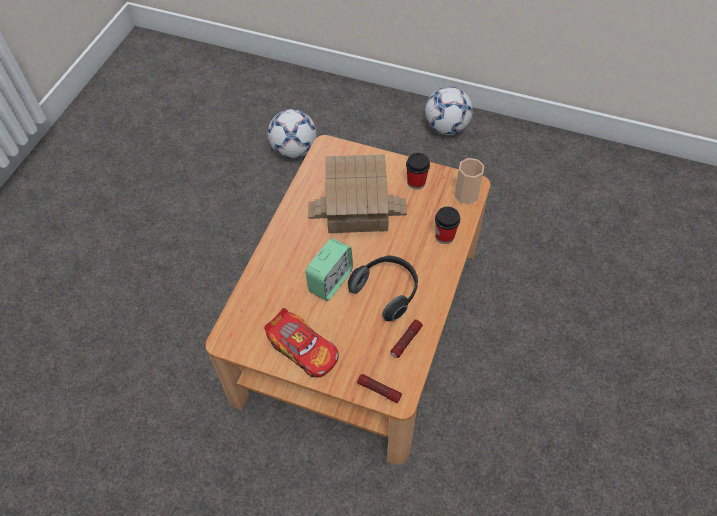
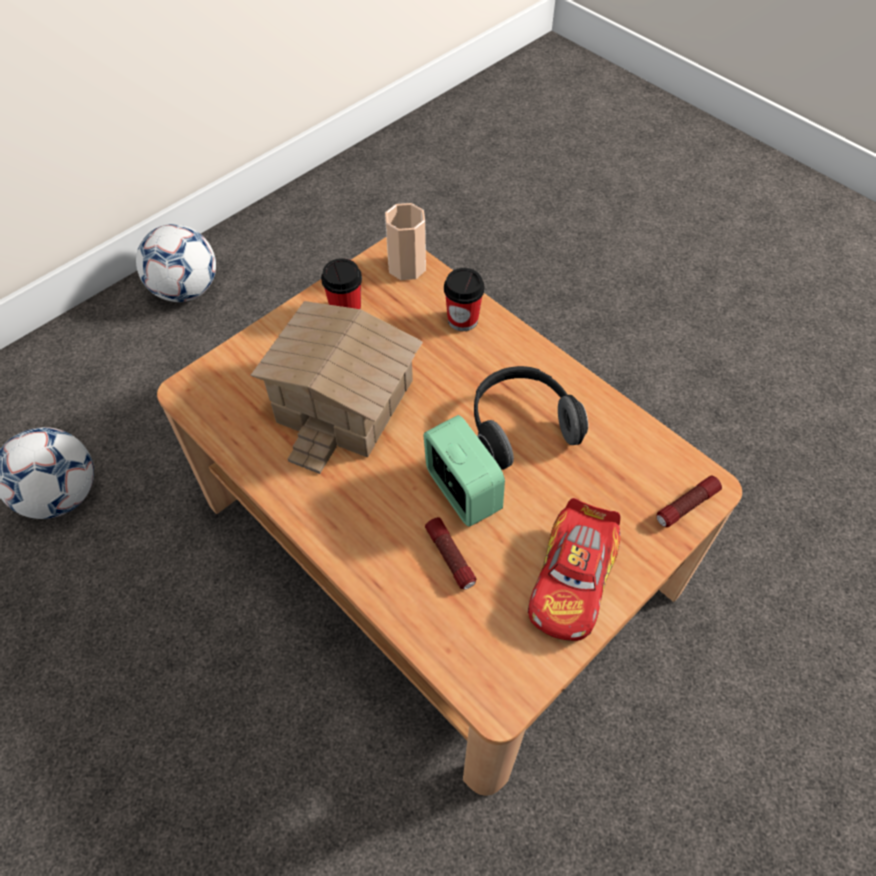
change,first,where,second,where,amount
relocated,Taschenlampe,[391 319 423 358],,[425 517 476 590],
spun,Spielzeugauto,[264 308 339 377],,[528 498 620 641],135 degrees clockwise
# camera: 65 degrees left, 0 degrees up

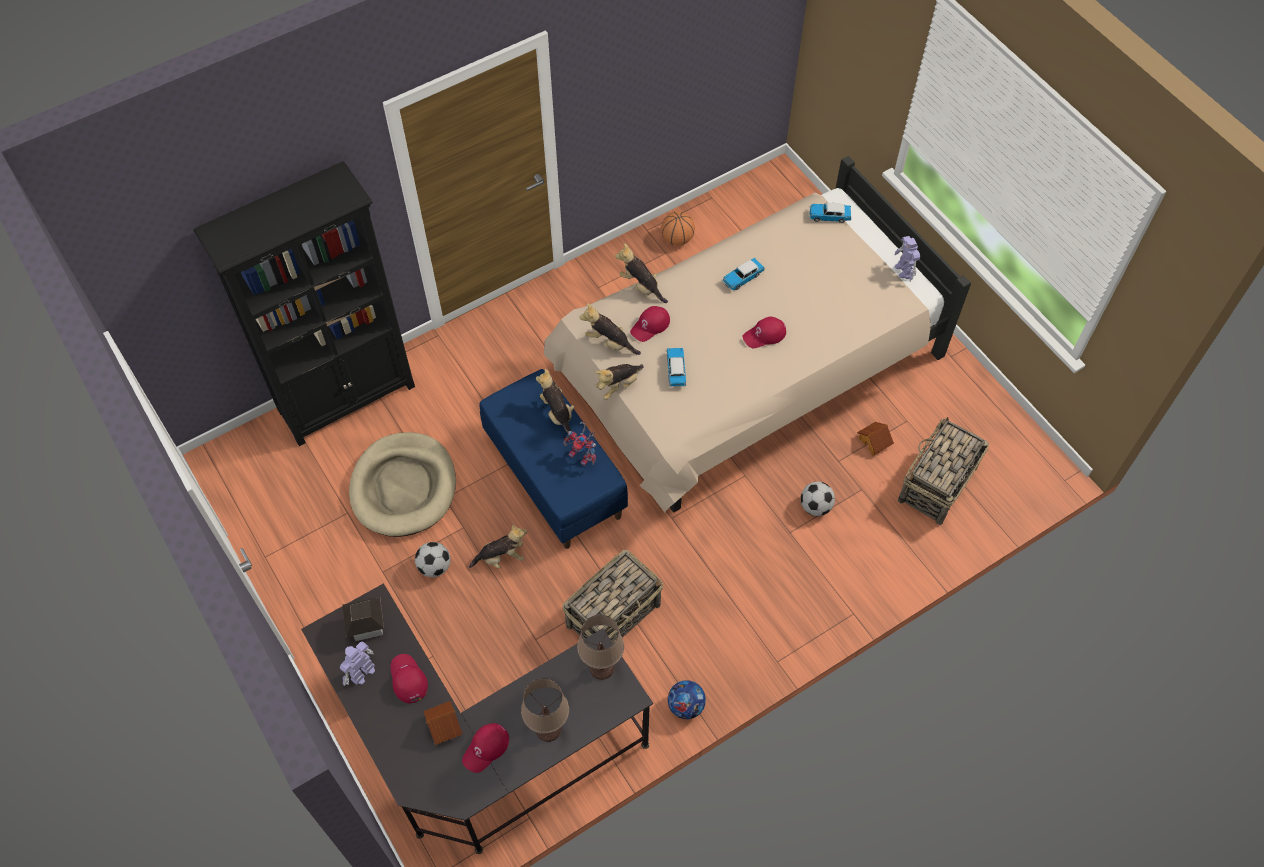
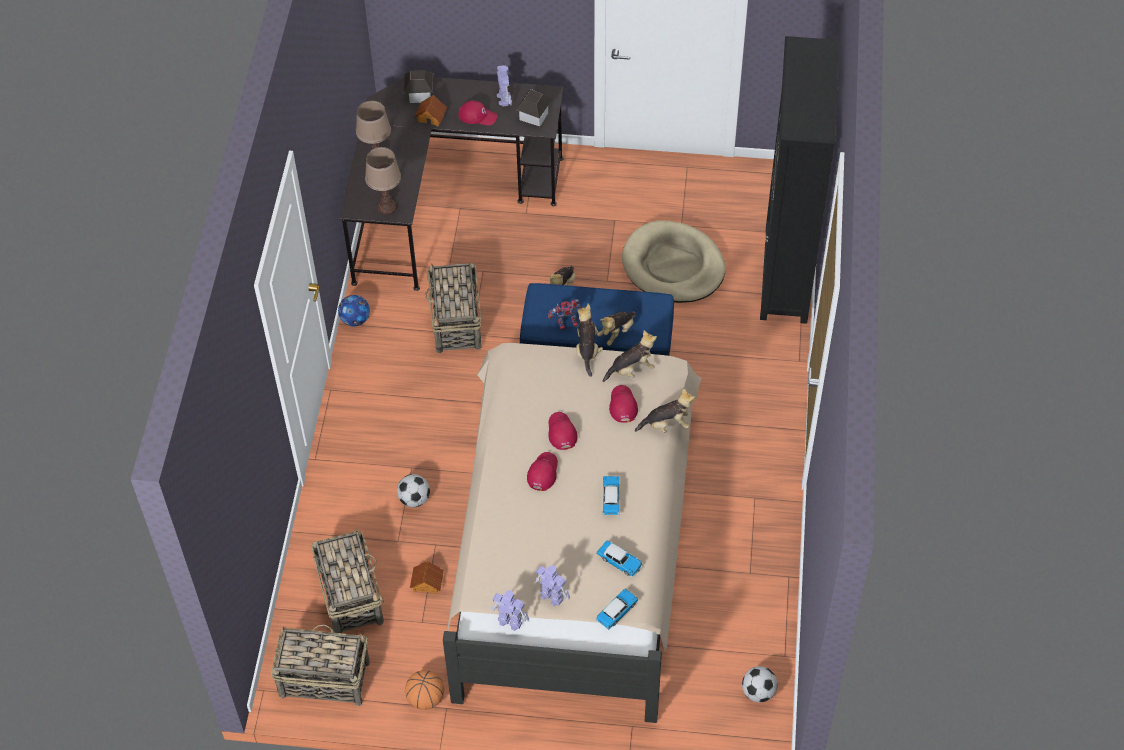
change,first,where,second,where,amount
appeared,,,Korb,[271 625 370 706],
appeared,,,Spielzeughaus,[404 70 433 103],
appeared,,,Spielzeugroboter,[535 565 570 606],
relocated,Fußball,[415 542 450 577],,[742 666 778 702],
relocated,Kappe/rot,[462 723 509 773],,[548 412 578 450],
relocated,Basketball,[661 211 695 246],,[405 670 444 710],
relocated,Spielzeugauto,[666 348 686 387],,[596 540 643 577],
spun,Plüschtier,[536 368 574 433],,[597 311 636 346],120 degrees clockwise
# camera: 130 degrees right, 5 degrees down

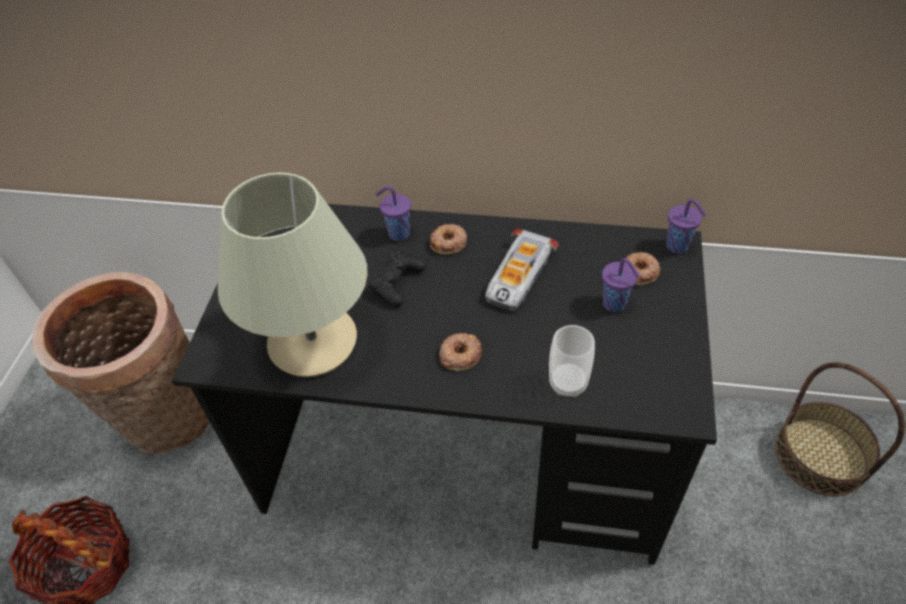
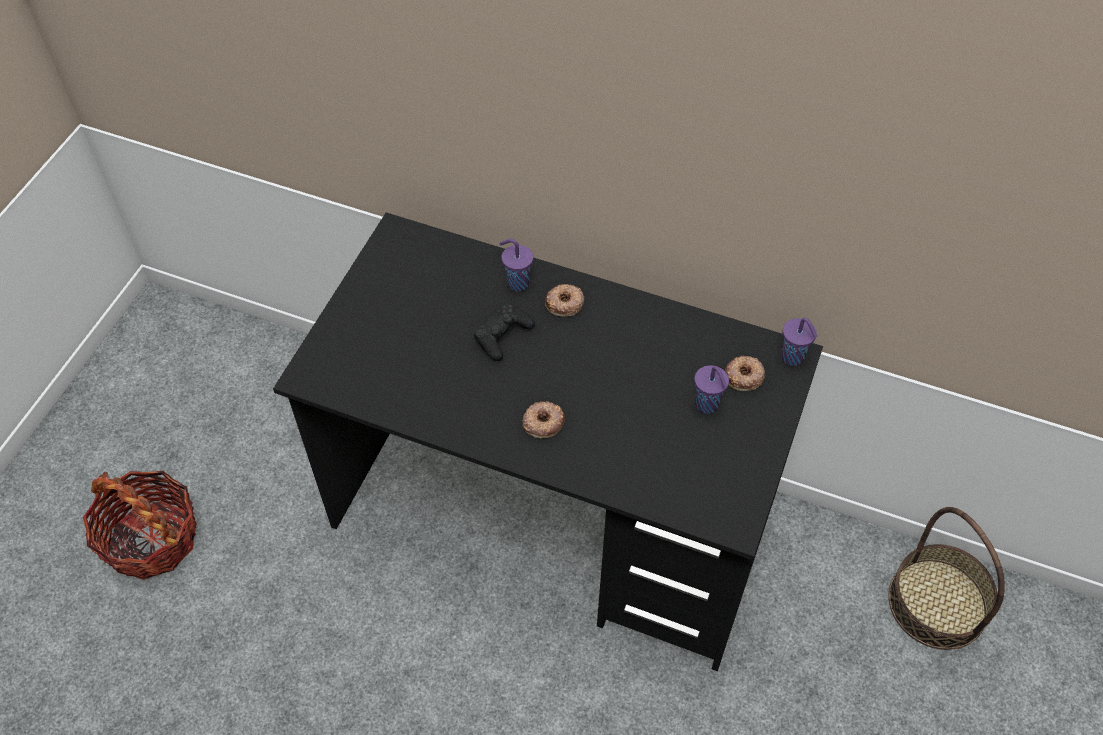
change,first,where,second,where,amount
missing,Korb,[32 272 210 454],,,
missing,Tischlampe/beige,[218 173 367 377],,,
missing,Spielzeugauto,[485 229 559 311],,,
missing,Tasse,[549 325 595 397],,,
# camera: 10 degrees right, 5 degrees up

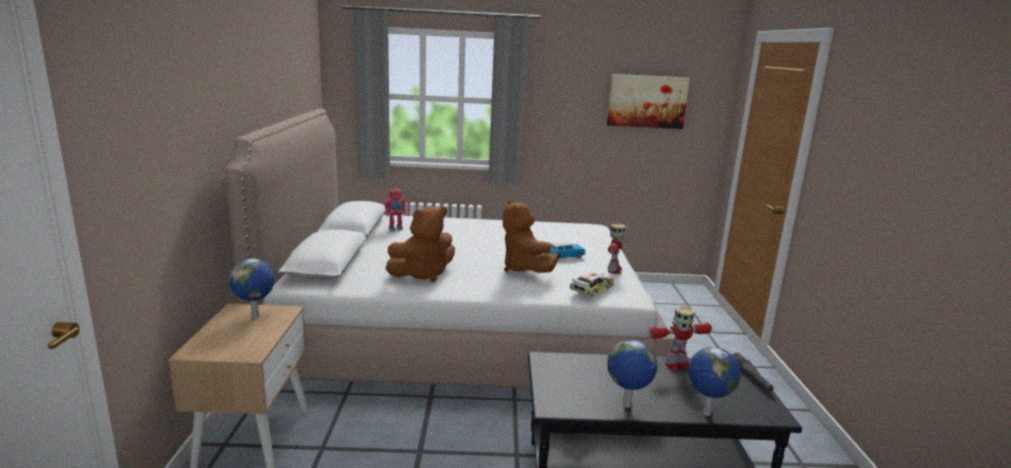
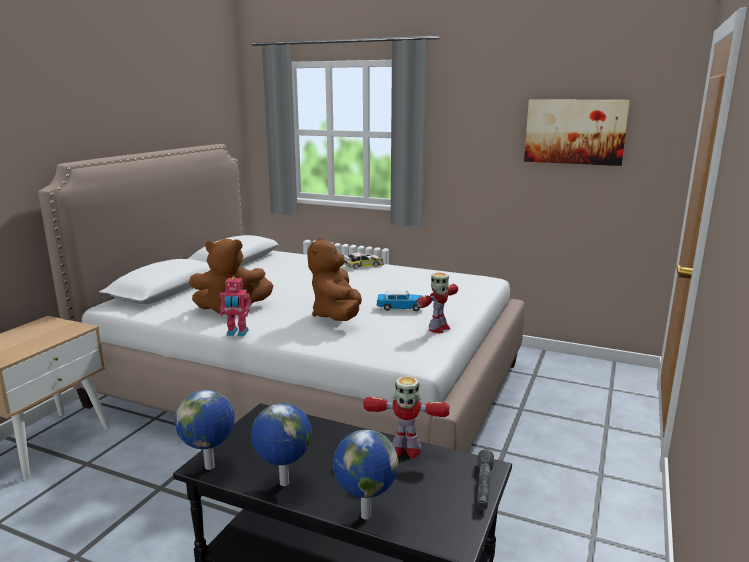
change,first,where,second,where,amount
relocated,Globus,[229 258 275 318],,[175 390 235 470],
relocated,Spielzeugroboter,[385 188 406 231],,[220 277 251 336],
relocated,Spielzeugauto,[570 273 614 296],,[344 253 384 269],
# camera: 25 degrees right, 0 degrees up

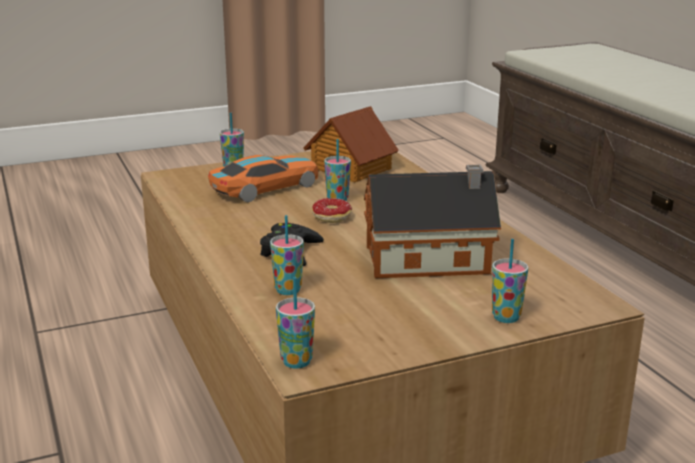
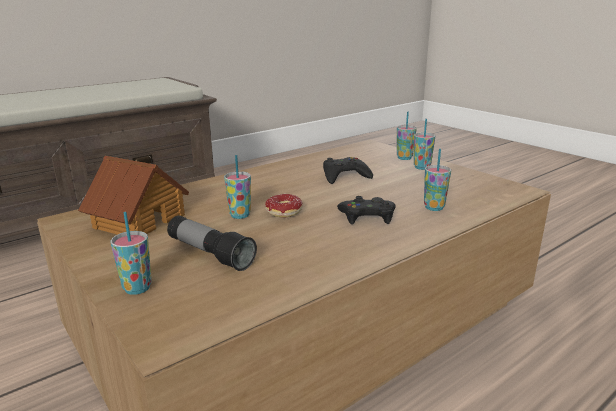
change,first,where,second,where,amount
relocated,Tasse,[276 277 315 369],,[414 119 435 170],
exchanged,Spielzeugauto,[208 155 319 202],Taschenlampe,[167 216 257 271],
exchanged,Spielzeughaus,[364 165 501 278],Gamepad/schwarz,[323 157 373 184],
# camera: 105 degrees left, 0 degrees up

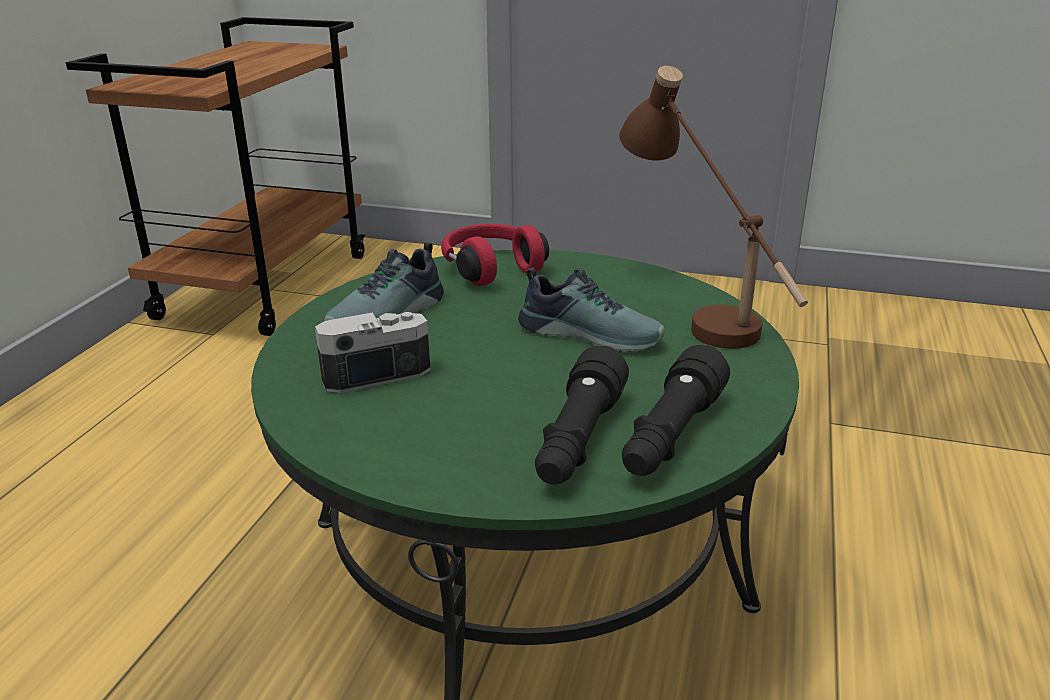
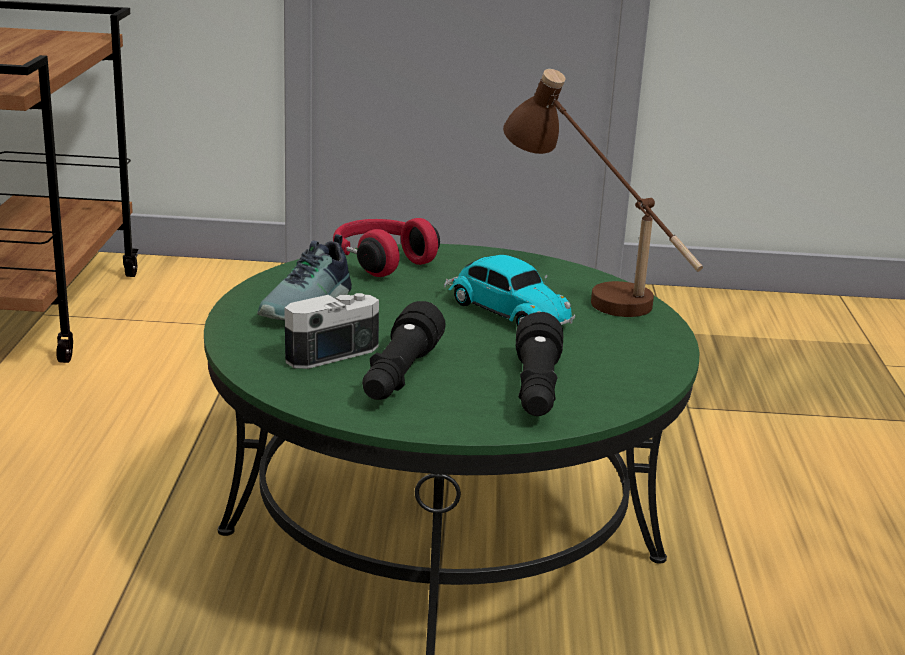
change,first,where,second,where,amount
relocated,Taschenlampe/schwarz,[622 345 730 476],,[362 301 446 400],
exchanged,Schuh,[518 267 665 352],Spielzeugauto,[444 255 575 326],
# camera: 15 degrees left, 5 degrees down

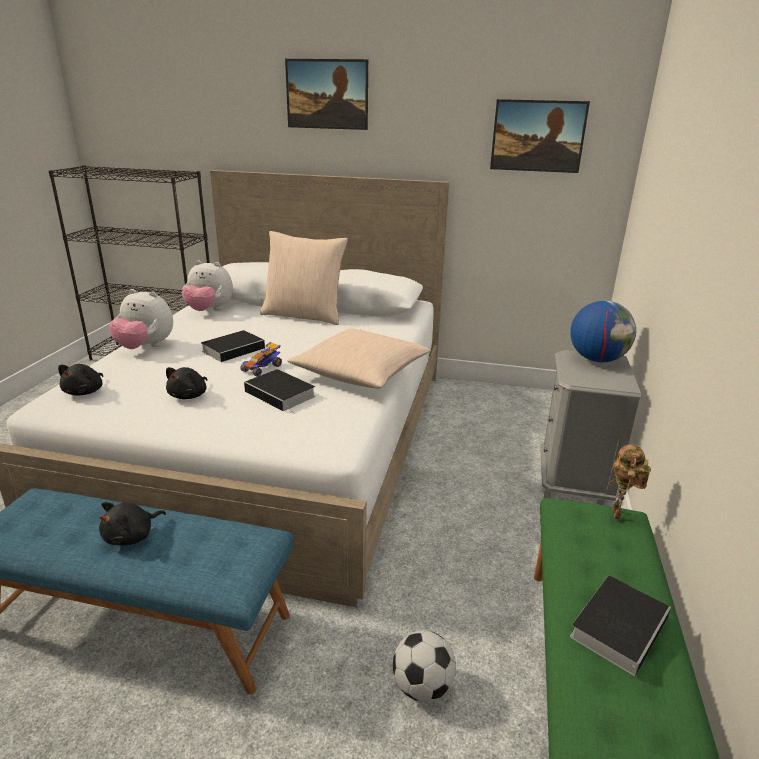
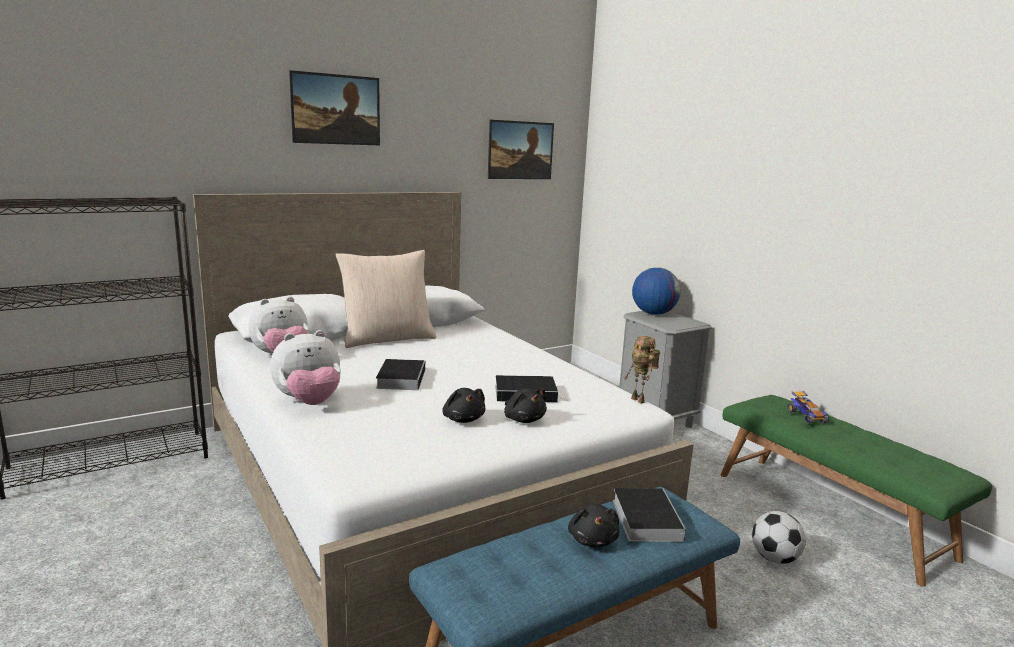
change,first,where,second,where,amount
missing,Kissen/beige,[288 329 431 389],,,
relocated,Plüschtier/schwarz,[58 364 103 396],,[504 388 547 423],
relocated,Spielzeugauto,[240 342 282 376],,[787 391 829 424],
relocated,Buch,[570 576 671 676],,[613 488 686 542],
relocated,Spielzeugroboter,[608 445 651 520],,[625 336 660 404],
# camera: 45 degrees left, 10 degrees down

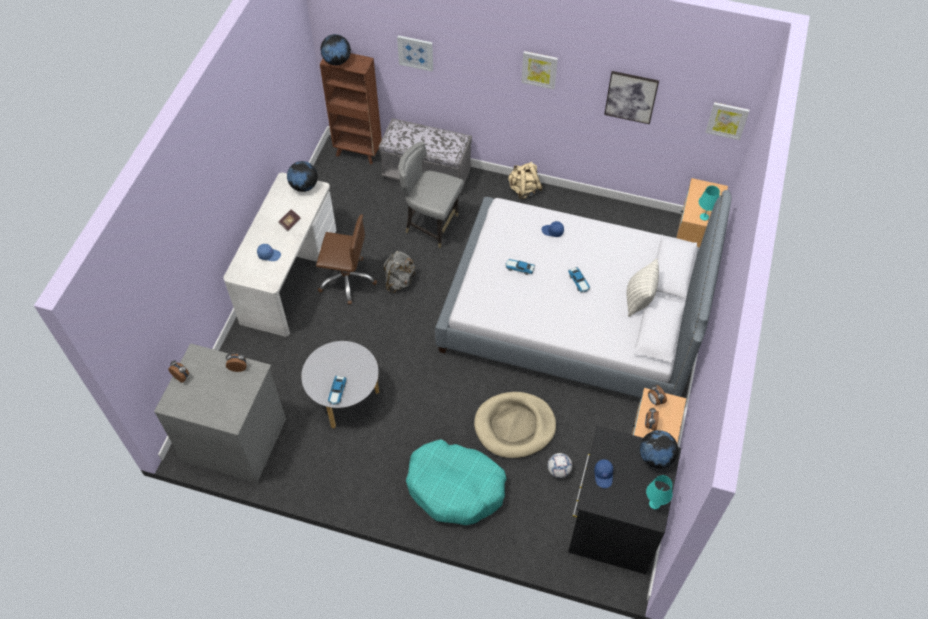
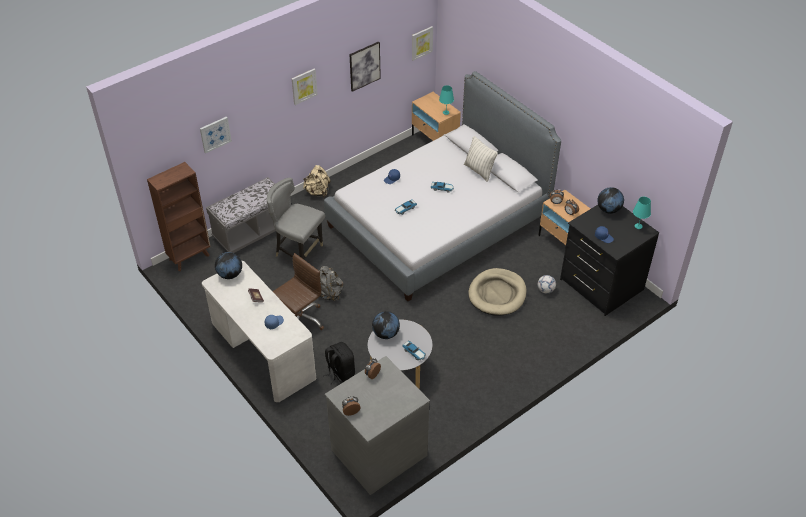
change,first,where,second,where,amount
missing,Hundebett/türkis,[406 439 506 525],,,
appeared,,,Rucksack/schwarz,[323 342 355 385],
relocated,Globus,[320 34 351 65],,[372 311 400 339],
spun,Stuhl/grau,[399 142 464 248],,[267 178 325 259],60 degrees clockwise
# camera: 55 degrees left, 10 degrees down

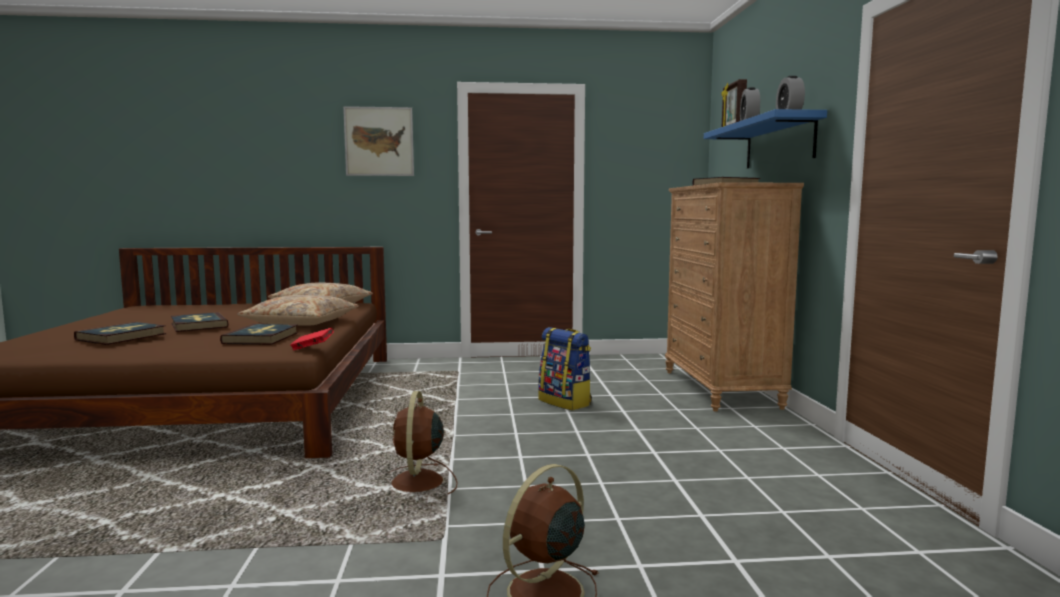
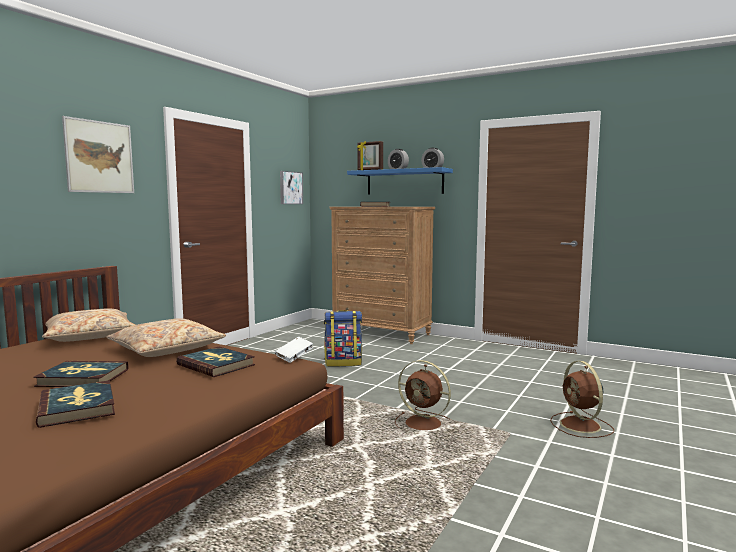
change,first,where,second,where,amount
appeared,,,Bild,[280 171 303 204],
colour,Buch/rot,[290 327 334 351],Buch/weiß,[275 337 313 363],
# camera: 55 degrees left, 0 degrees up

